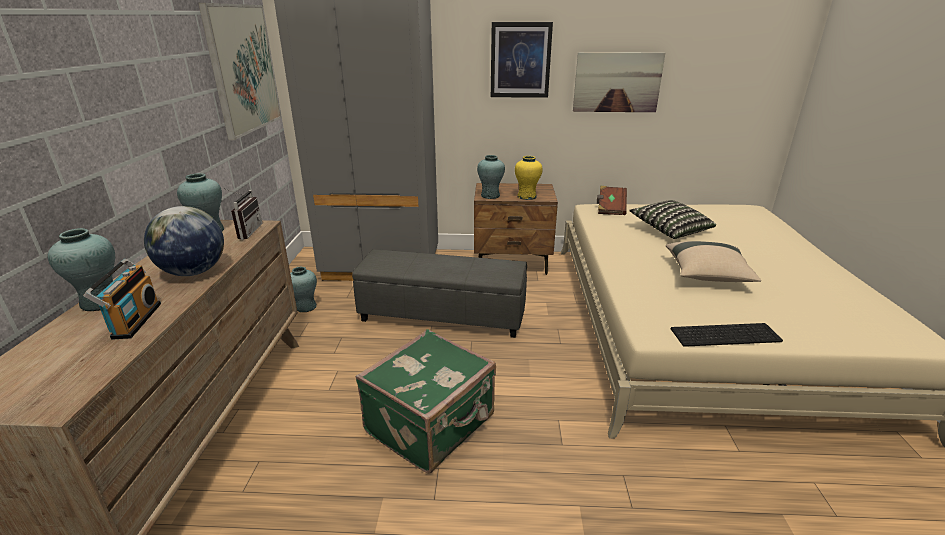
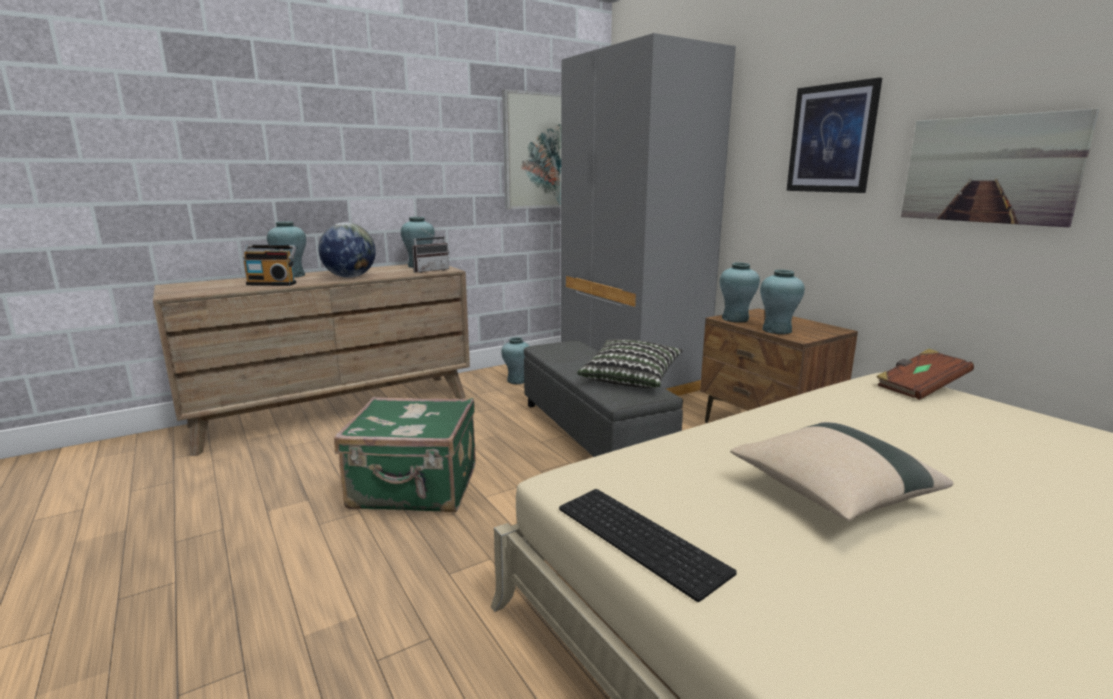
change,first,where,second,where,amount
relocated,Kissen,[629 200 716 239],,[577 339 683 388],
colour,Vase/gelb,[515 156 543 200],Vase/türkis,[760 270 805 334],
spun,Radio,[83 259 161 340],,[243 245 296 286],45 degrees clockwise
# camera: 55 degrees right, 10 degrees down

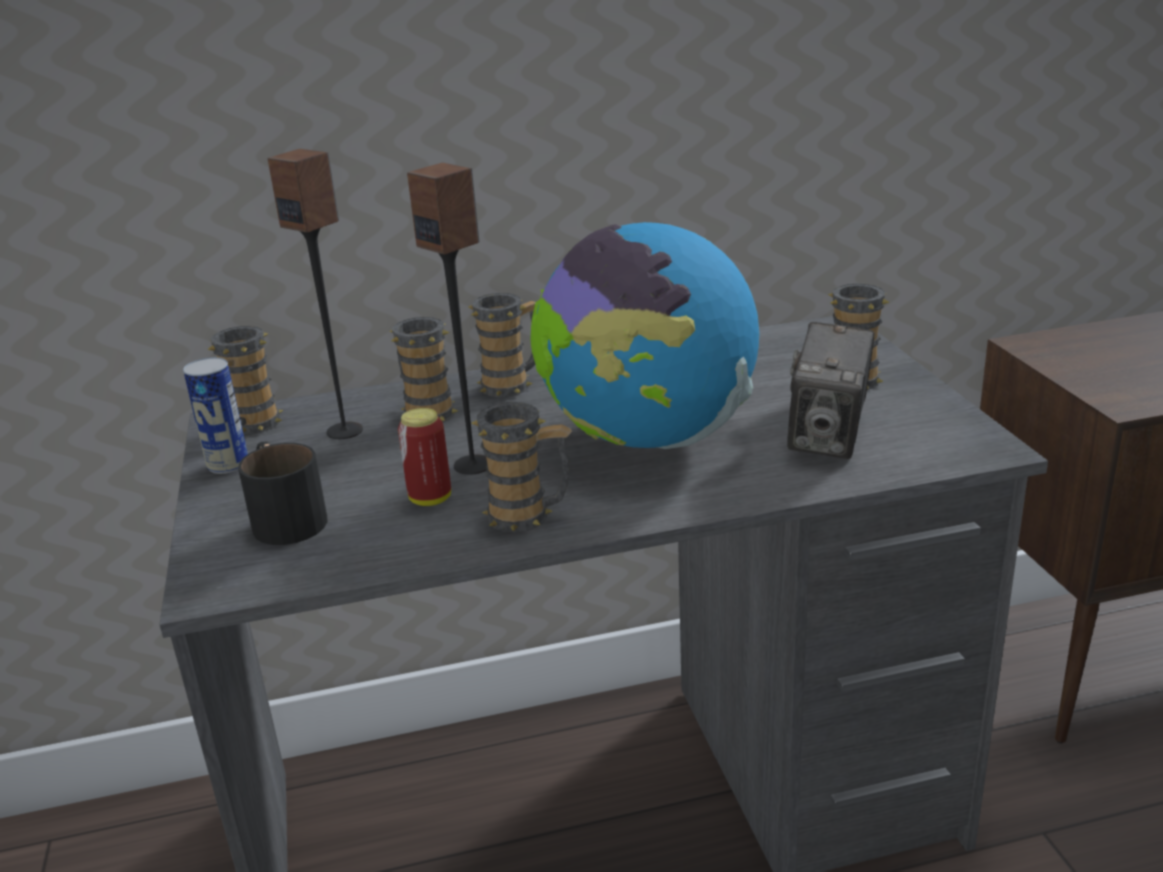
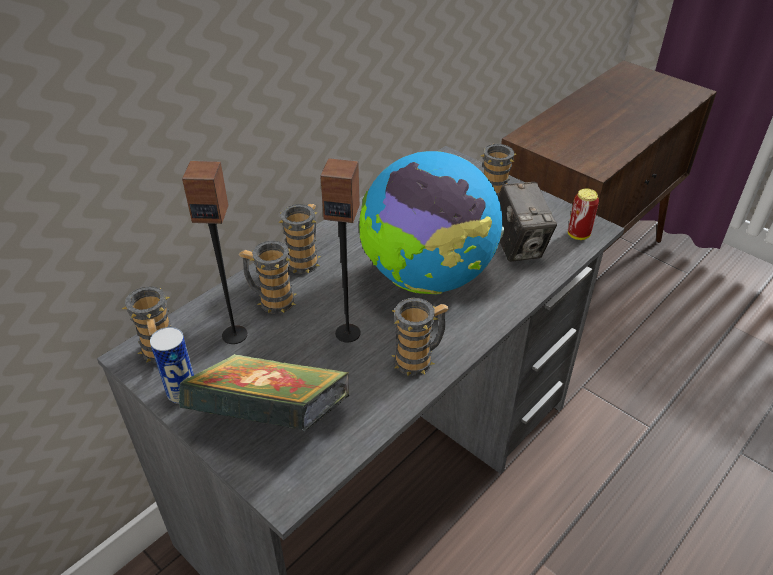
change,first,where,second,where,amount
relocated,Dose,[398 408 451 506],,[568 189 599 240],
exchanged,Henkelbecher/schwarz,[238 442 327 545],Buch,[179 354 350 431],
# camera: 35 degrees left, 15 degrees up

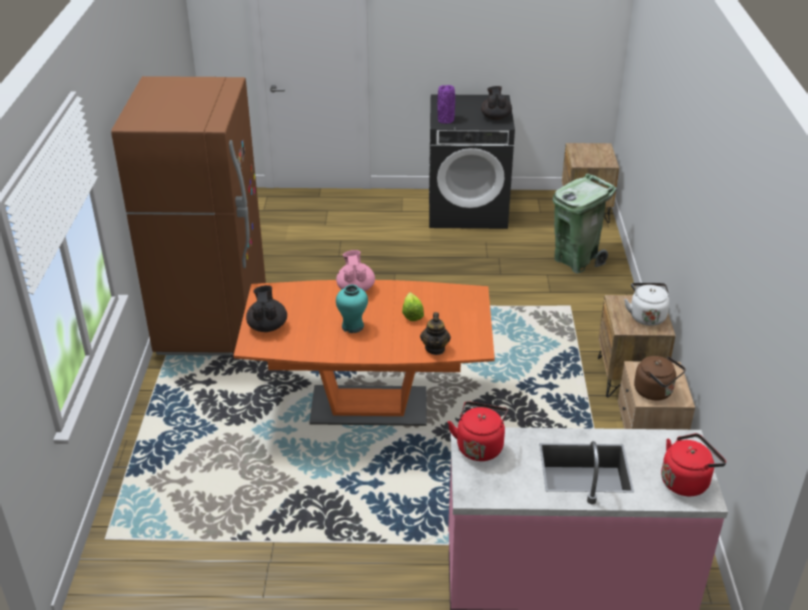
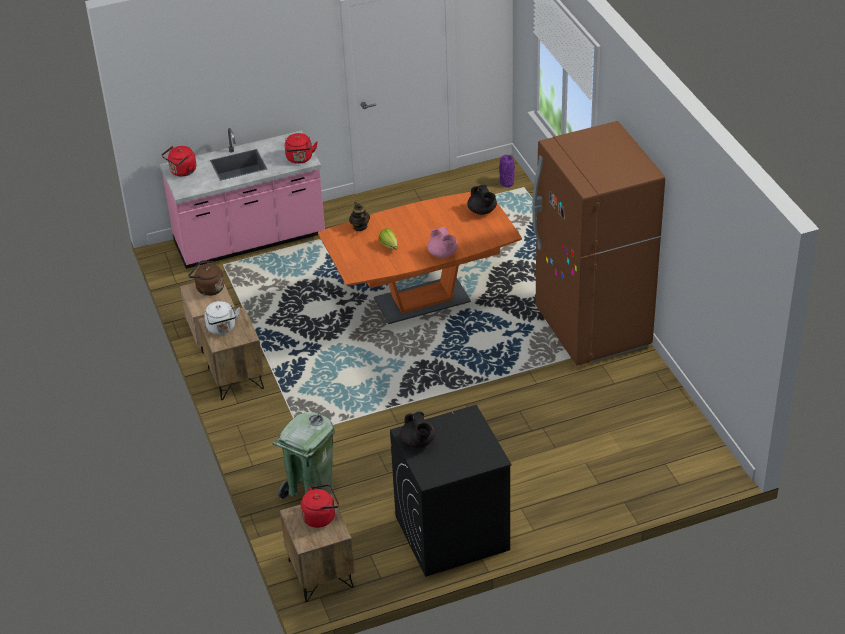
change,first,where,second,where,amount
missing,Vase/türkis,[336 285 368 333],,,
appeared,,,Wasserkessel/rot,[301 484 339 528],
relocated,Vase/lila,[437 85 455 124],,[499 155 515 187],
# camera: 160 degrees right, 5 degrees up

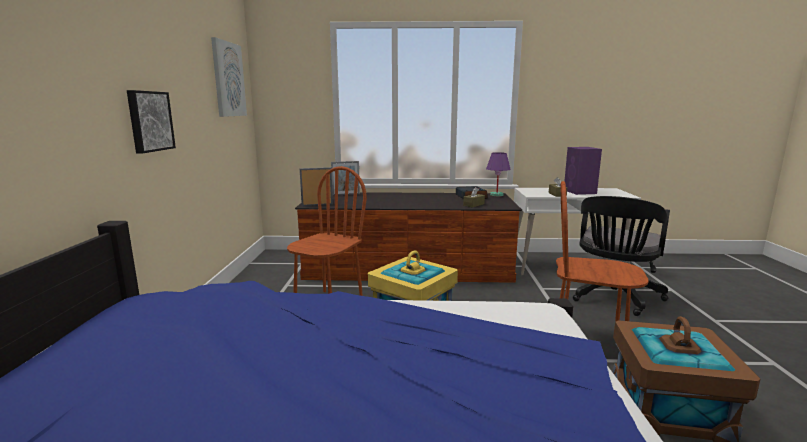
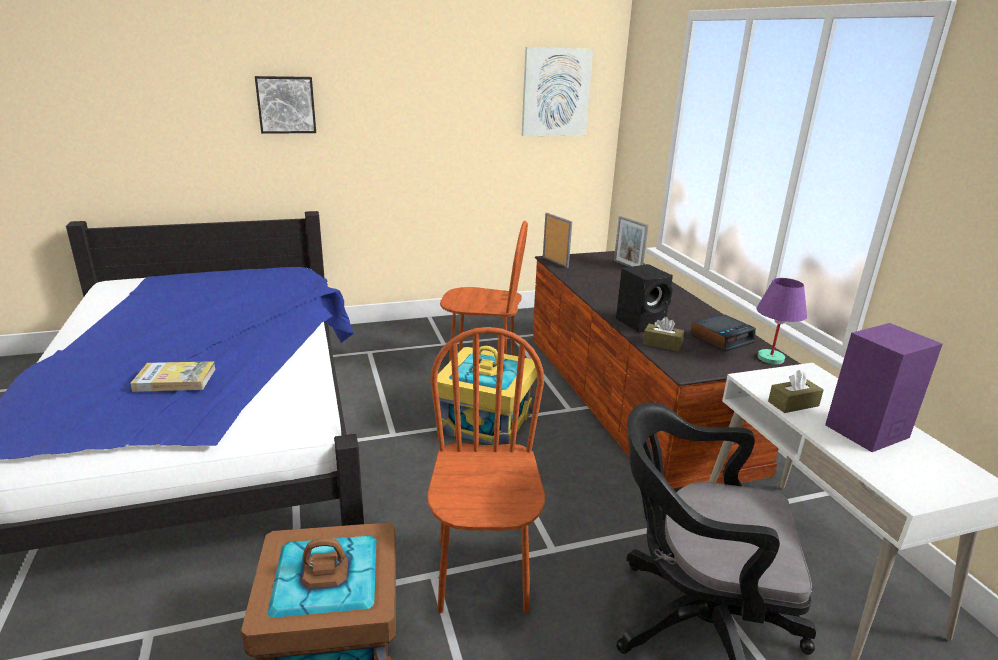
change,first,where,second,where,amount
appeared,,,Buch,[130 361 215 392],
appeared,,,Lautsprecher/schwarz,[616 264 673 333],
relocated,Bild,[127 90 176 153],,[255 76 316 134],
# camera: 70 degrees right, 10 degrees up

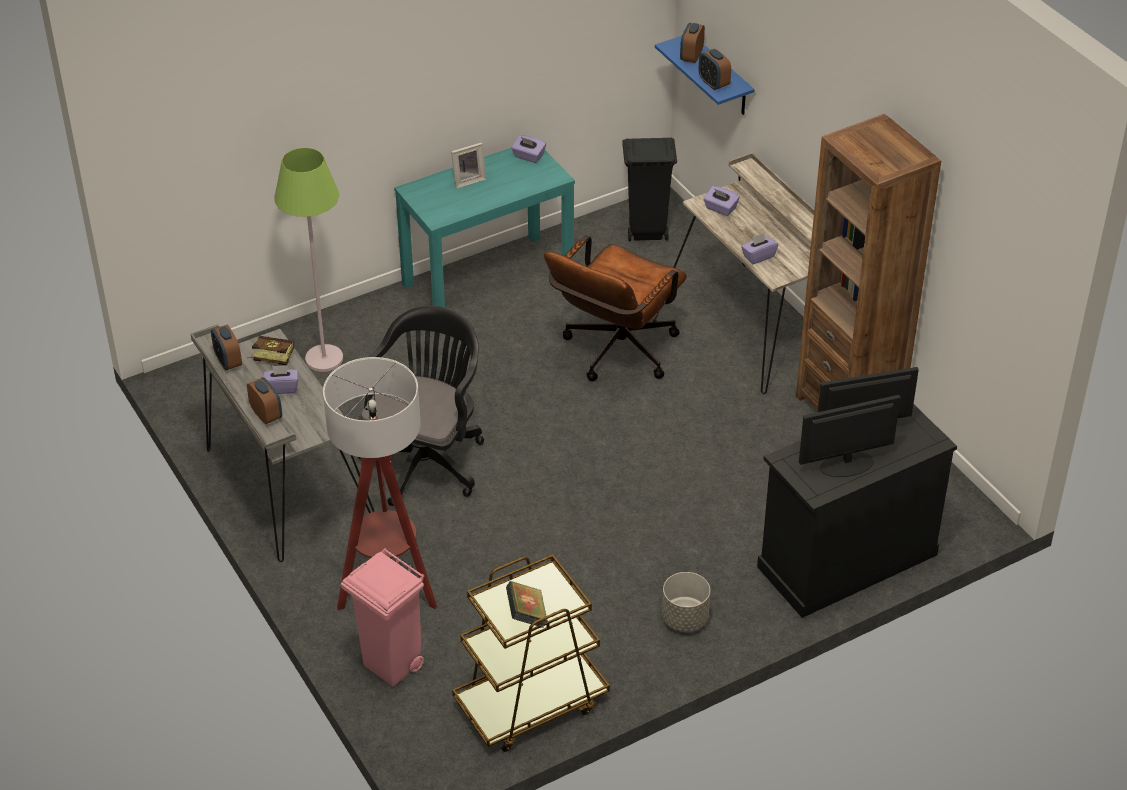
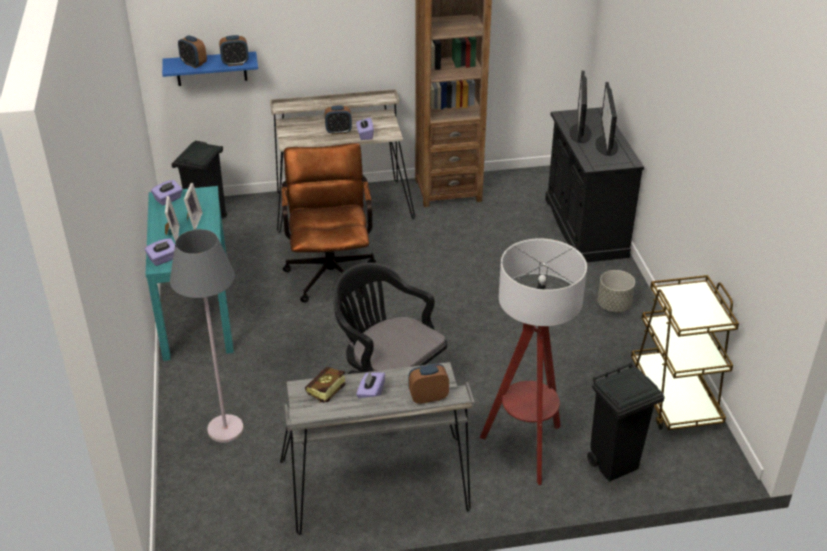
change,first,where,second,where,amount
missing,Buch,[506 581 548 628],,,
appeared,,,Bilderrahmen,[184 183 203 229],
relocated,Wecker,[211 325 242 370],,[325 106 352 134],
relocated,Taschentuchbox/lila,[703 186 740 216],,[145 238 175 266],
colour,Stehlampe/grün,[274 148 343 372],Stehlampe/grau,[170 229 244 443],
colour,Mülleimer/rosa,[341 548 424 687],Mülleimer/schwarz,[587 363 665 482],
spun,Bürostuhl/braun,[544 235 687 381],,[281 143 376 303],150 degrees counterclockwise
# camera: 70 degrees left, 5 degrees down

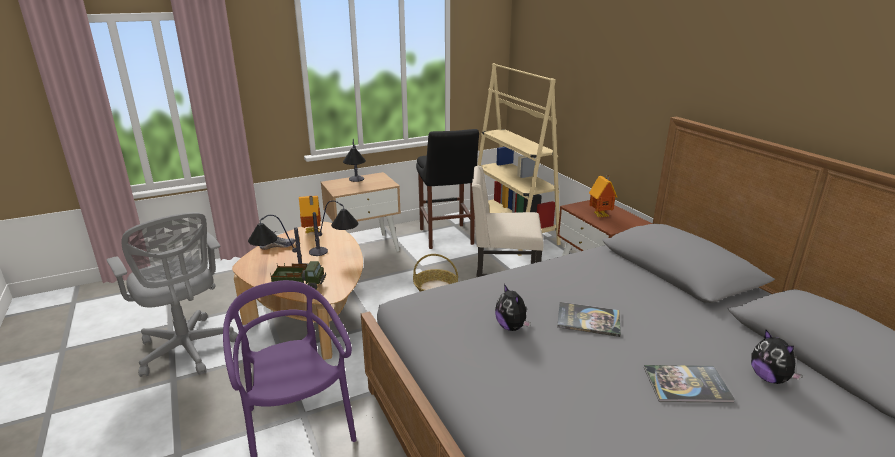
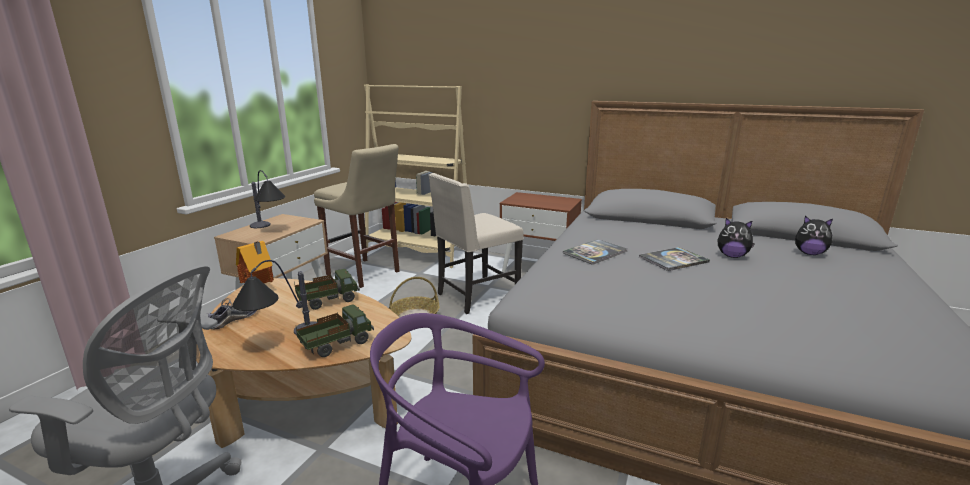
change,first,where,second,where,amount
missing,Spielzeughaus,[589 175 617 218],,,
relocated,Plüschtier,[495 284 531 331],,[717 218 755 258],
relocated,Buch,[644 365 735 403],,[563 239 628 265],
exchanged,Tischlampe,[309 201 358 256],Spielzeuglaster,[294 269 360 310],
colour,Hocker/schwarz,[416 129 479 249],Hocker/beige,[314 144 400 288],
# camera: 40 degrees left, 5 degrees down

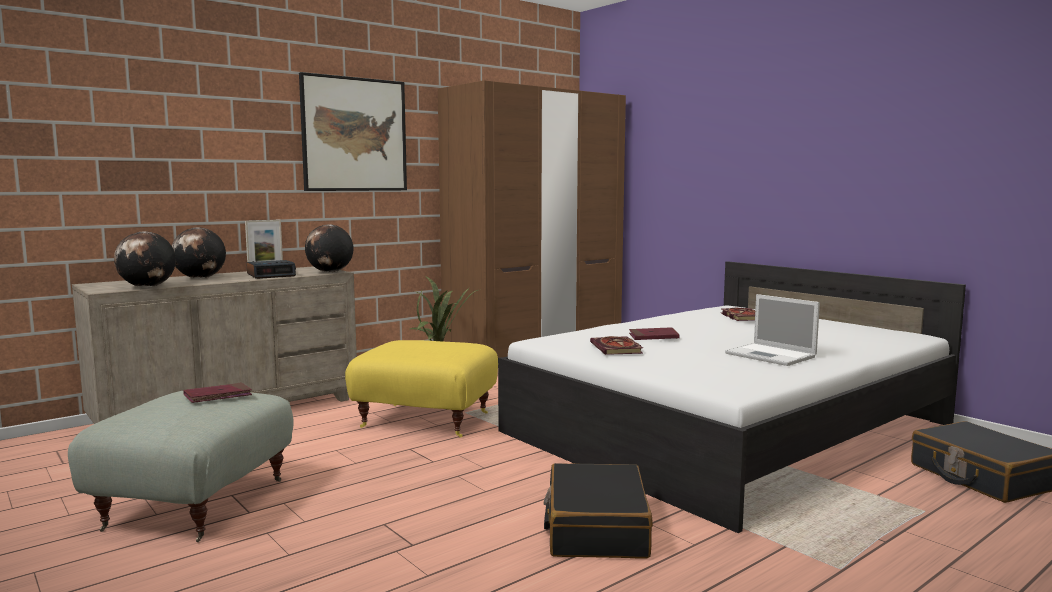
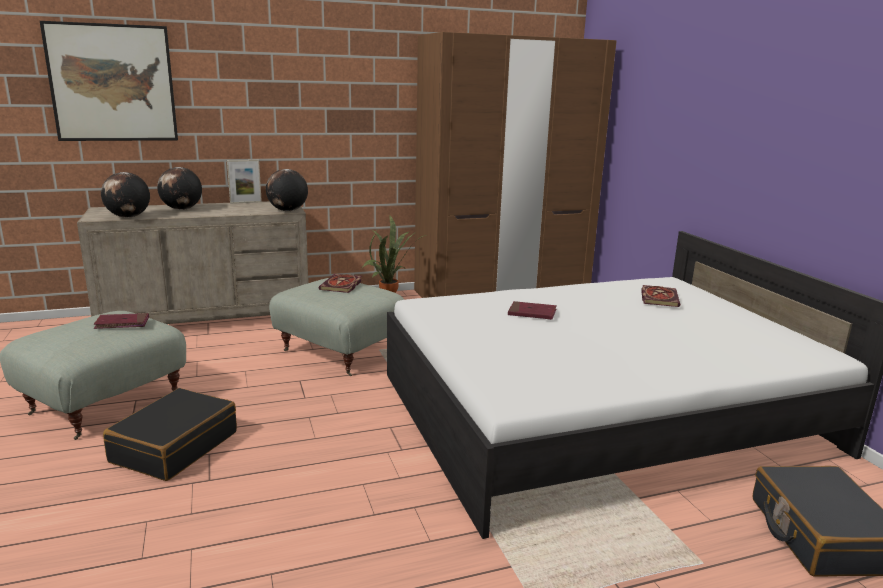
change,first,where,second,where,amount
missing,Wecker,[246 260 296 279],,,
missing,Laptop,[725 294 820 366],,,
relocated,Bild,[299 72 407 191],,[40 21 178 141],
relocated,Koffer/schwarz,[543 463 653 558],,[103 388 237 481],
relocated,Buch,[590 336 643 355],,[319 274 362 293],
colour,Polsterhocker/gelb,[345 340 498 438],Polsterhocker/grau,[269 278 404 376],
# camera: 20 degrees right, 10 degrees up

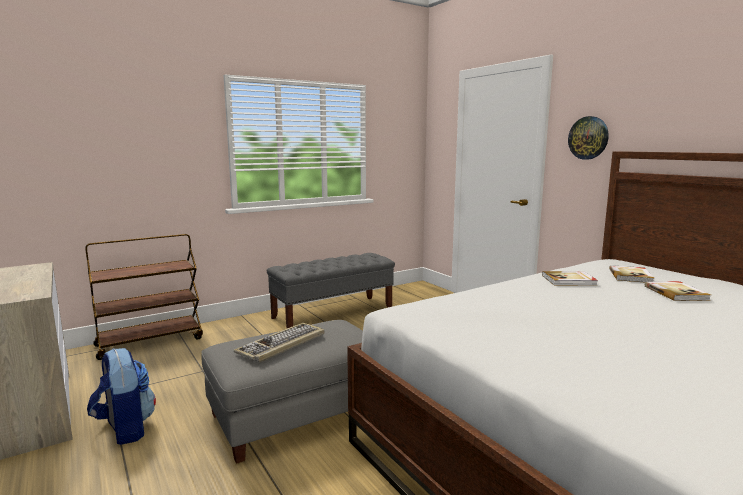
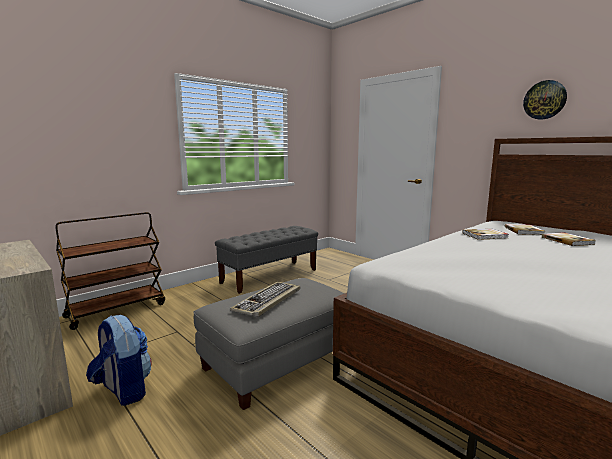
change,first,where,second,where,amount
relocated,Wanduhr,[568 116 609 160],,[523 80 567 120],
# camera: 10 degrees left, 0 degrees up

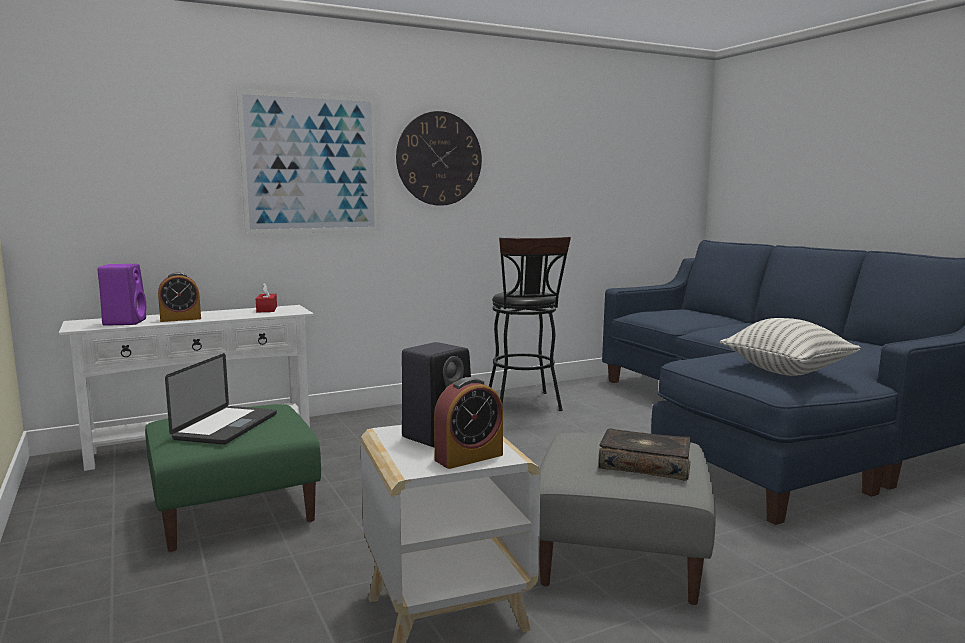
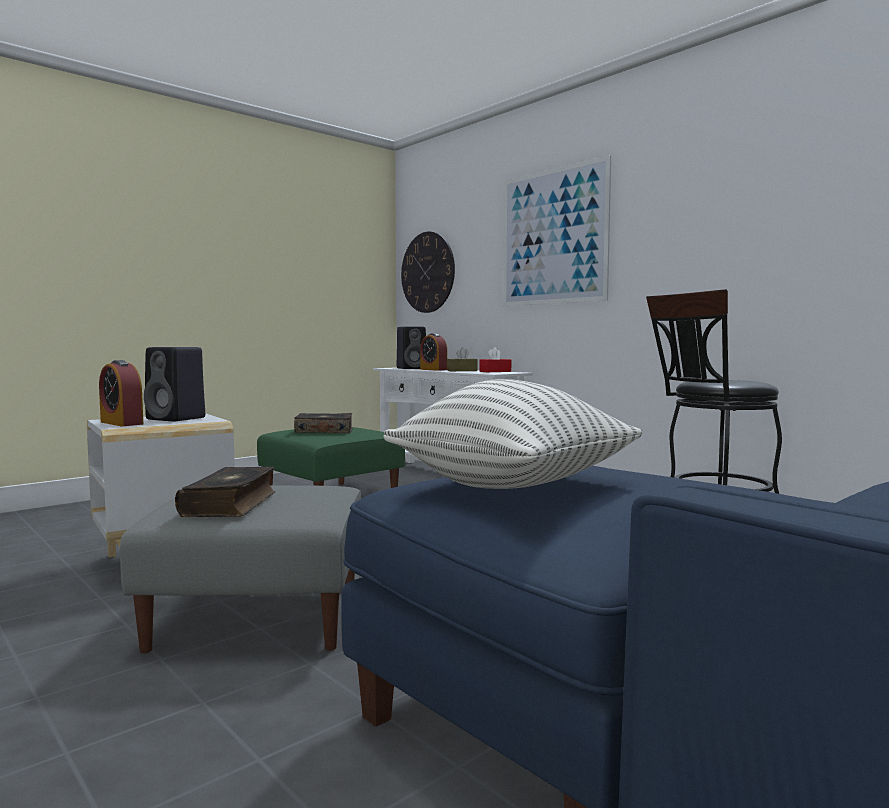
change,first,where,second,where,amount
appeared,,,Taschentuchbox/braun,[447 347 478 371],
relocated,Wanduhr,[396 111 482 206],,[401 231 455 313],
exchanged,Laptop,[165 353 277 445],Buch,[294 413 353 433],
colour,Lautsprecher/lila,[97 264 146 326],Lautsprecher/schwarz,[397 326 426 369],
# camera: 75 degrees right, 5 degrees down

